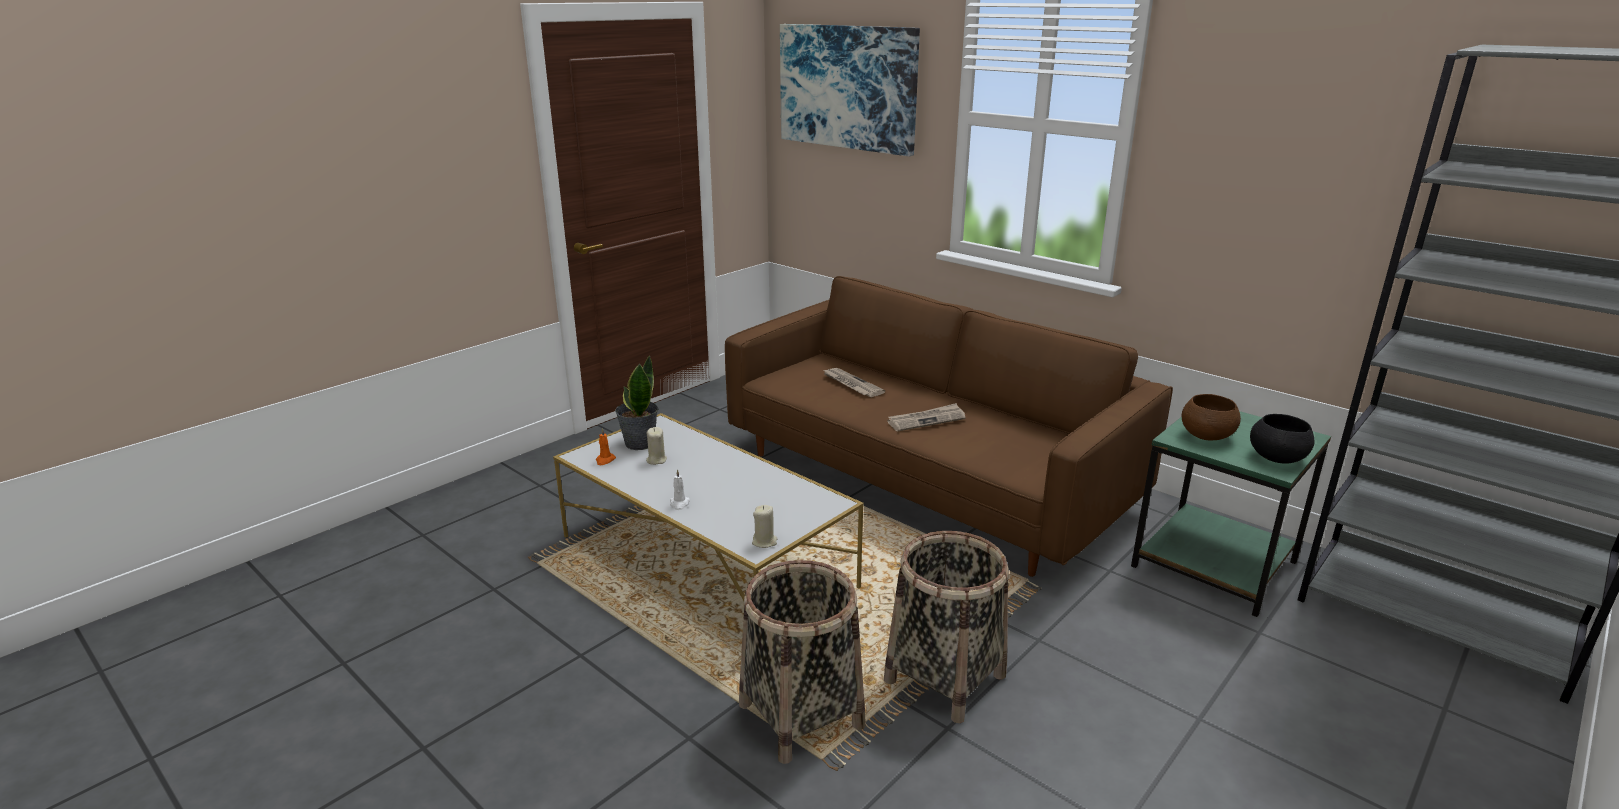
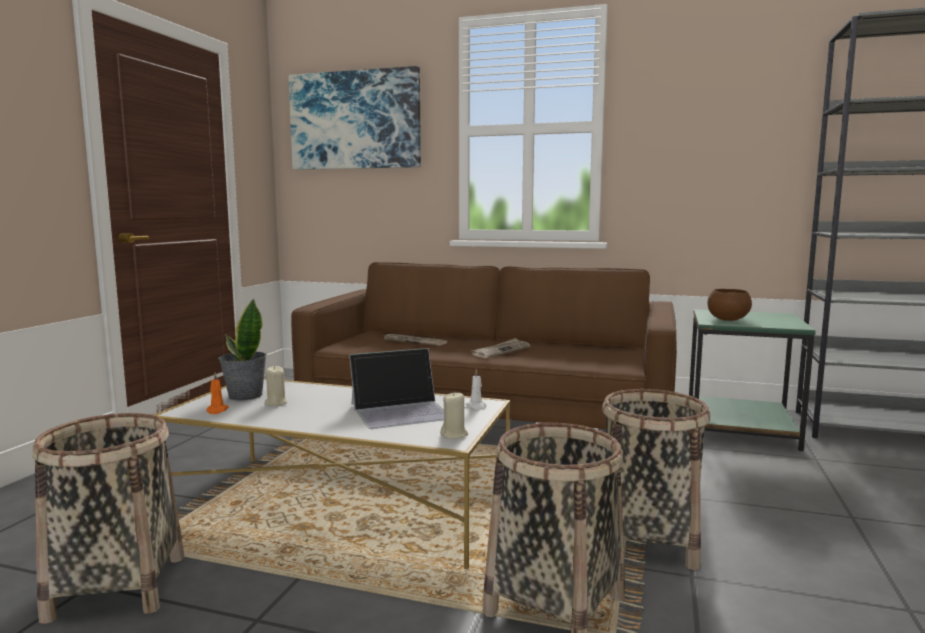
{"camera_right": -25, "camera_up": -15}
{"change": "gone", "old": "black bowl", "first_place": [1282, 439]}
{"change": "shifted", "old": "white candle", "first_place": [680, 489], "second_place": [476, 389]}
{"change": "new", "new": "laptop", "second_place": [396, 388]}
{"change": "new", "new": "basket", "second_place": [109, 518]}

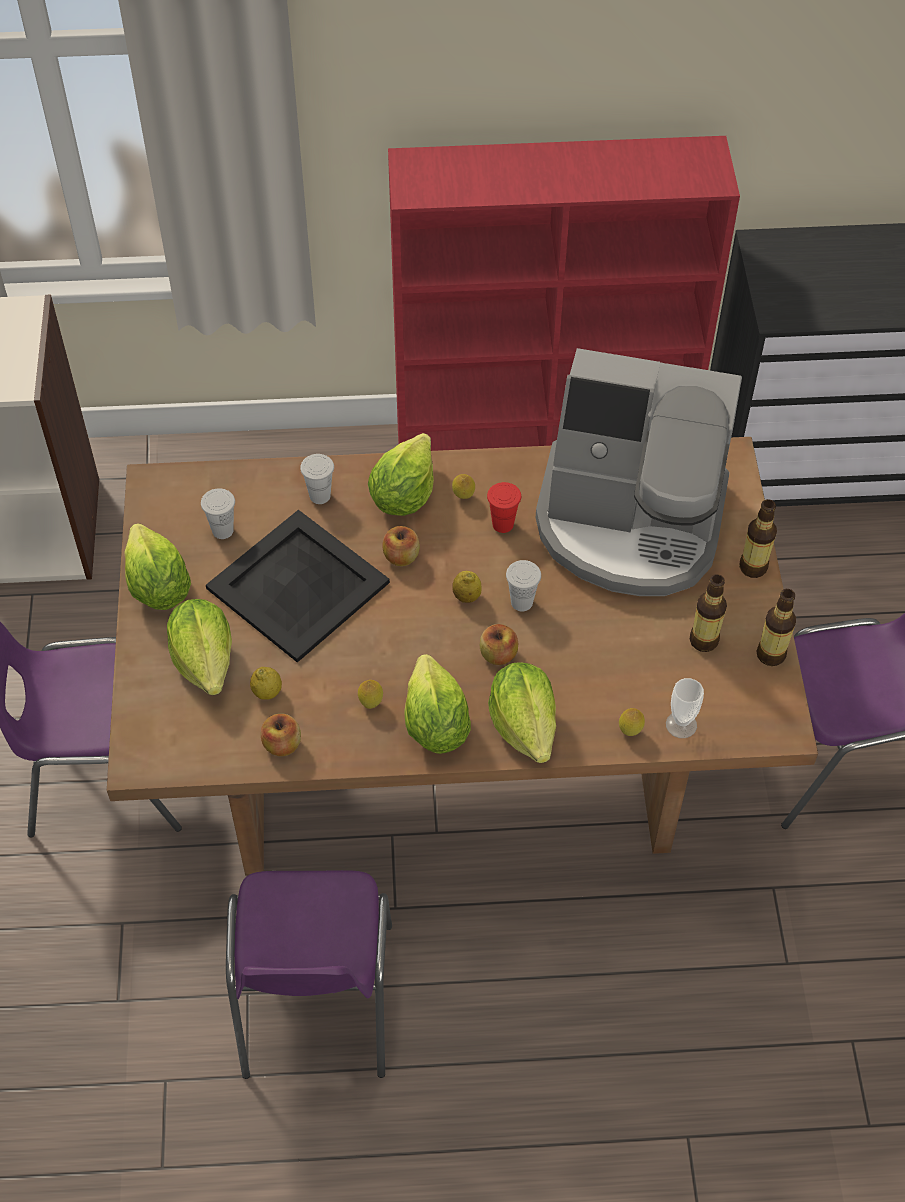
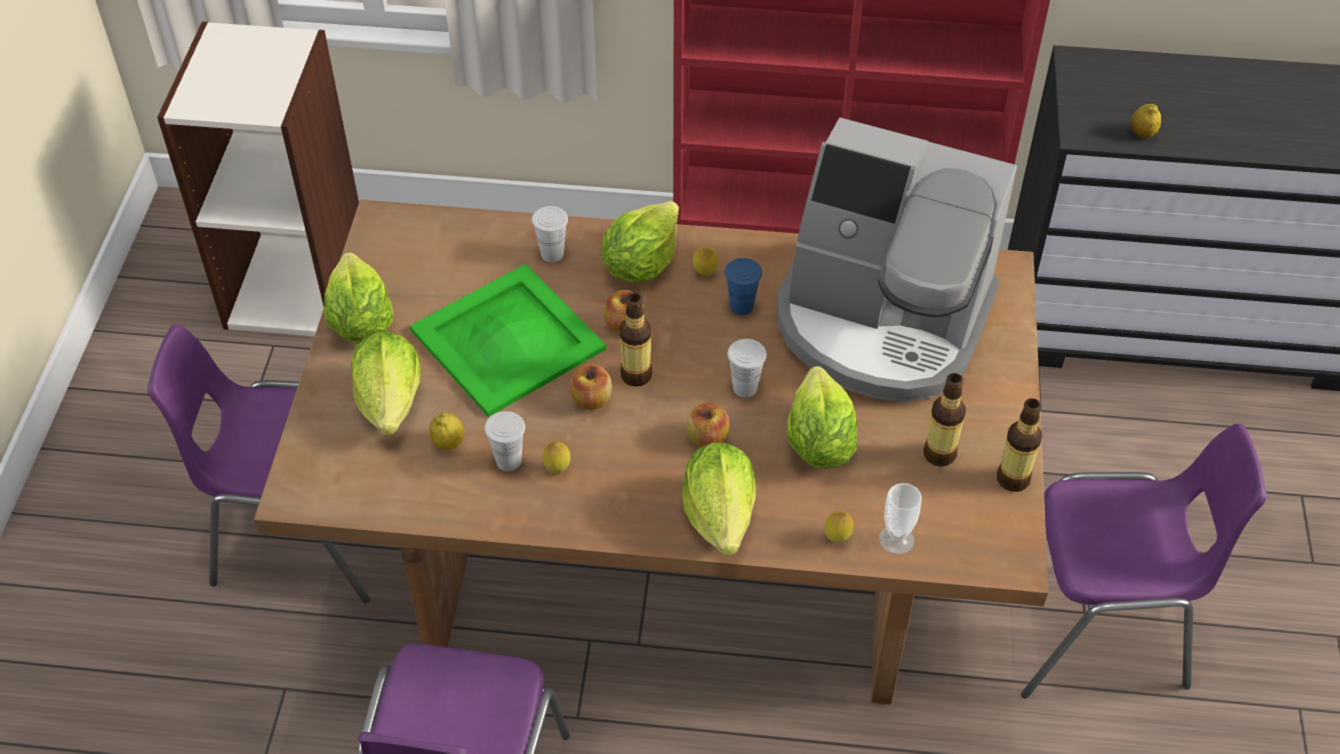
{"camera_right": 10, "camera_up": -5}
{"change": "repainted", "old": "red cup", "new": "blue cup", "first_place": [504, 507], "second_place": [743, 286]}
{"change": "shifted", "old": "white cup", "first_place": [218, 513], "second_place": [504, 441]}
{"change": "shifted", "old": "bottle", "first_place": [758, 538], "second_place": [635, 340]}
{"change": "repainted", "old": "black tray", "new": "green tray", "first_place": [298, 586], "second_place": [508, 340]}
{"change": "shifted", "old": "lemon", "first_place": [466, 587], "second_place": [1146, 121]}
{"change": "shifted", "old": "lettuce", "first_place": [437, 704], "second_place": [822, 417]}
{"change": "shifted", "old": "apple", "first_place": [281, 735], "second_place": [591, 387]}

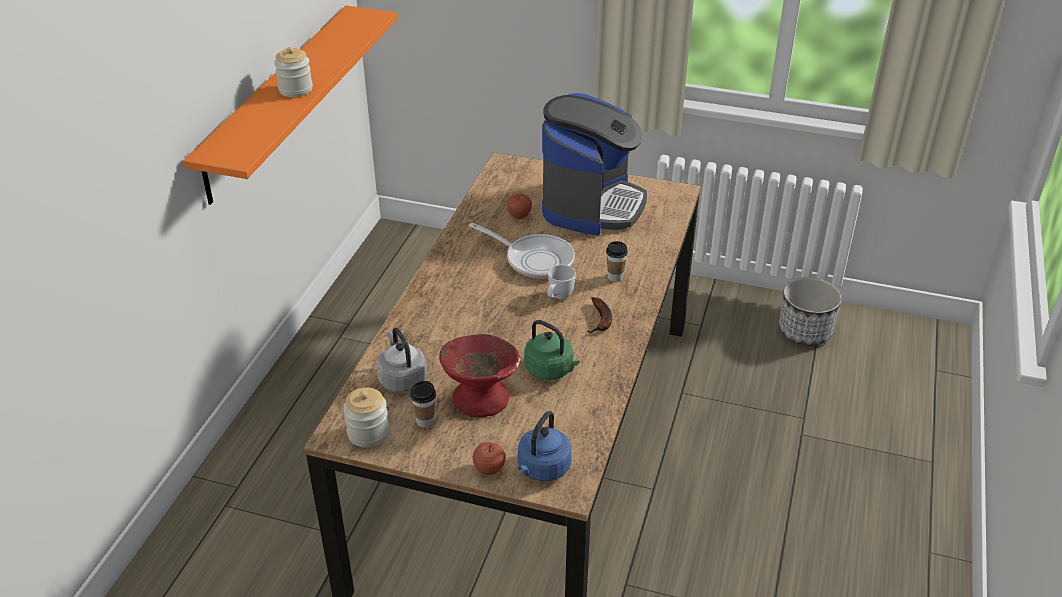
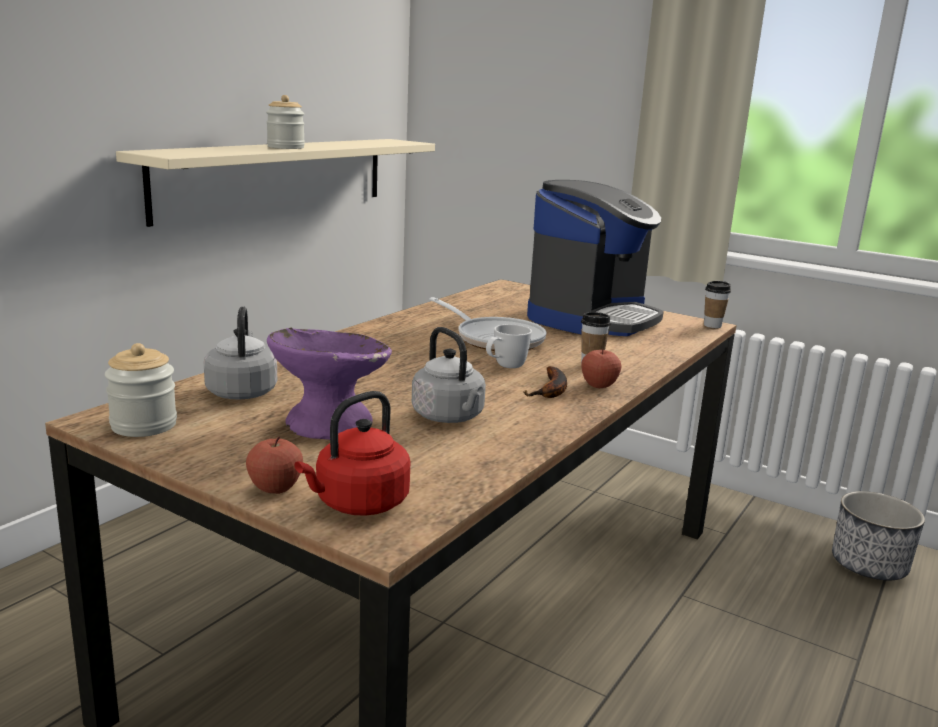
{"camera_right": 15, "camera_up": -20}
{"change": "repainted", "old": "orange shelf", "new": "beige shelf", "first_place": [290, 105], "second_place": [275, 183]}
{"change": "shifted", "old": "apple", "first_place": [519, 206], "second_place": [601, 368]}
{"change": "repainted", "old": "green kettle", "new": "grey kettle", "first_place": [552, 350], "second_place": [449, 375]}
{"change": "repainted", "old": "red bowl", "new": "purple bowl", "first_place": [479, 376], "second_place": [329, 383]}
{"change": "shifted", "old": "cup", "first_place": [423, 404], "second_place": [717, 304]}
{"change": "repainted", "old": "blue kettle", "new": "red kettle", "first_place": [545, 446], "second_place": [353, 453]}

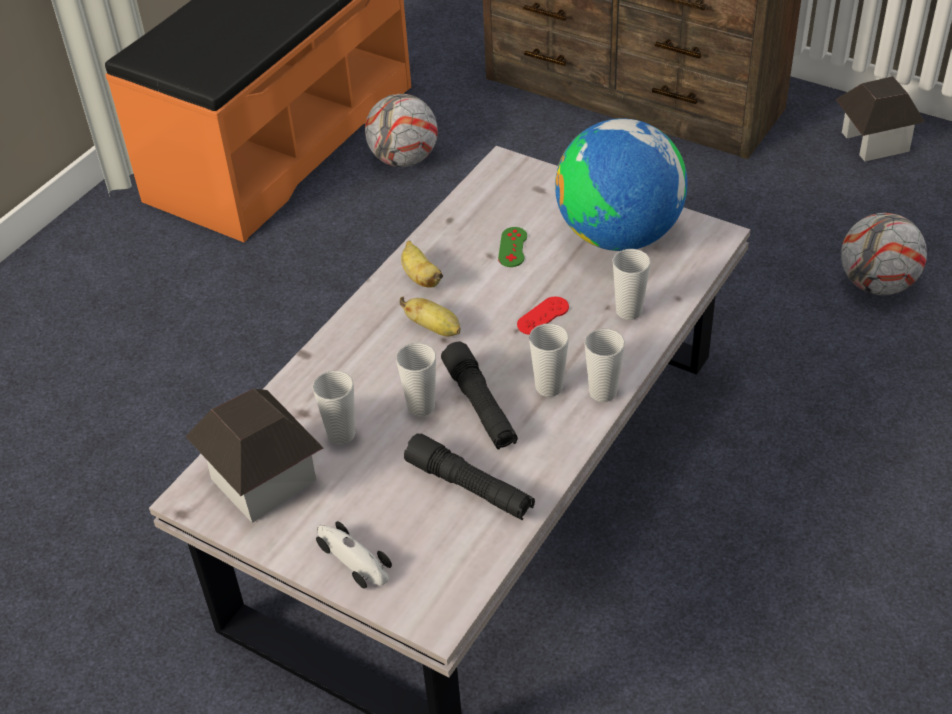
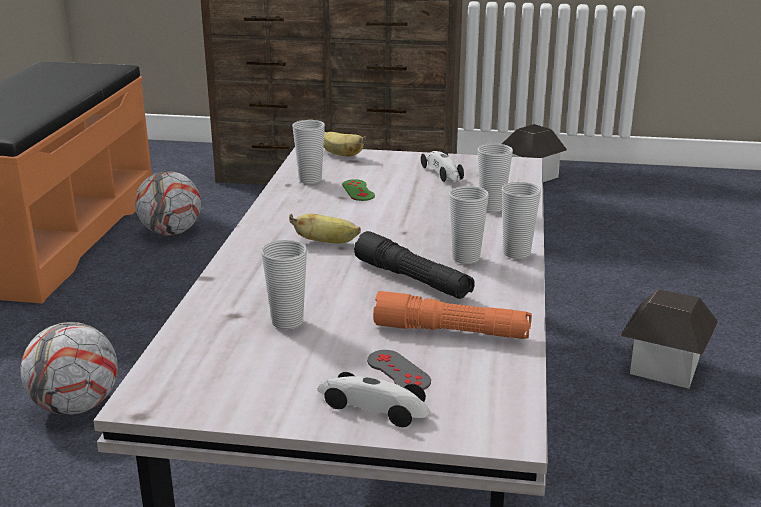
{"camera_right": -25, "camera_up": -20}
{"change": "swapped", "old": "globe", "new": "toy car", "first_place": [621, 184], "second_place": [442, 166]}
{"change": "shifted", "old": "football", "first_place": [884, 254], "second_place": [69, 368]}
{"change": "shifted", "old": "banana", "first_place": [422, 264], "second_place": [345, 144]}
{"change": "gone", "old": "red game controller", "first_place": [543, 316]}
{"change": "shifted", "old": "cup", "first_place": [416, 379], "second_place": [308, 152]}
{"change": "shifted", "old": "toy house", "first_place": [254, 455], "second_place": [669, 339]}
{"change": "repainted", "old": "black flashlight", "new": "orange flashlight", "first_place": [469, 476], "second_place": [452, 315]}
{"change": "new", "new": "grey game controller", "second_place": [399, 370]}

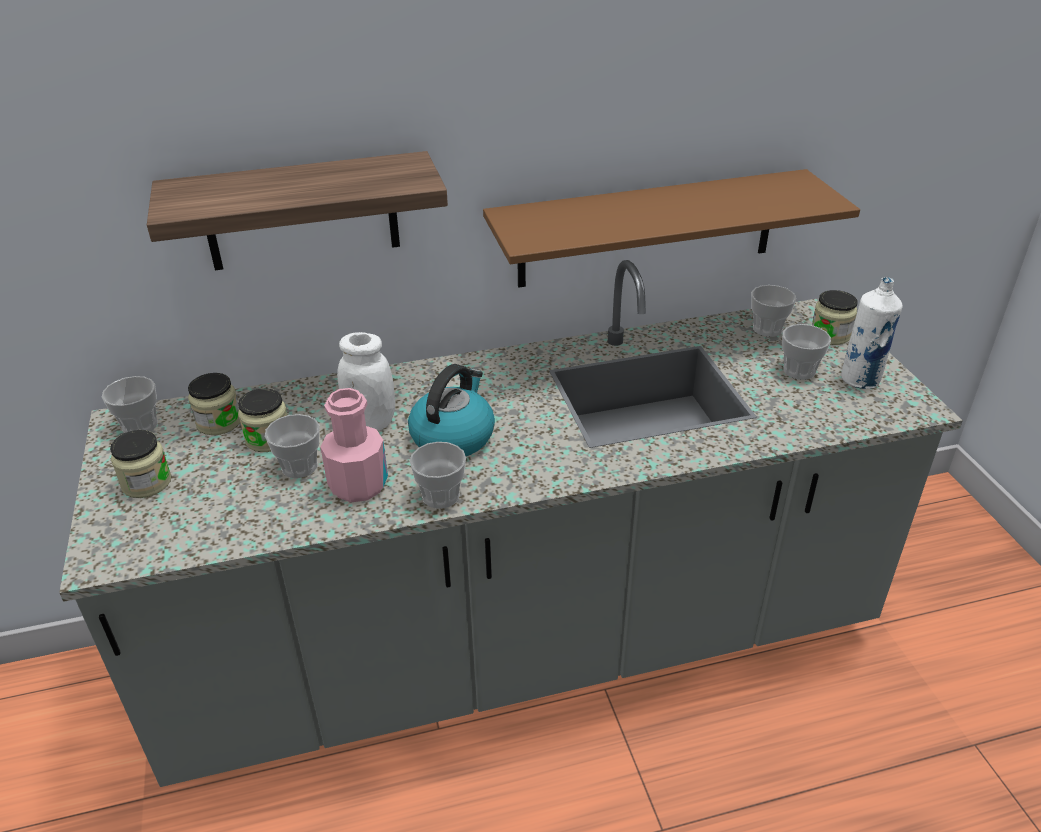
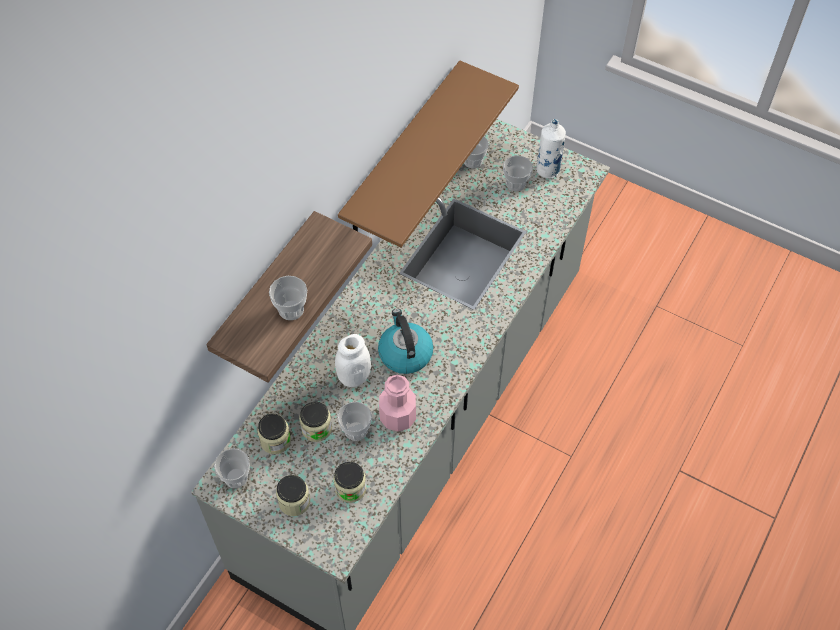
{"camera_right": -45, "camera_up": 20}
{"change": "shifted", "old": "jar", "first_place": [835, 317], "second_place": [349, 482]}
{"change": "shifted", "old": "cup", "first_place": [438, 475], "second_place": [288, 298]}

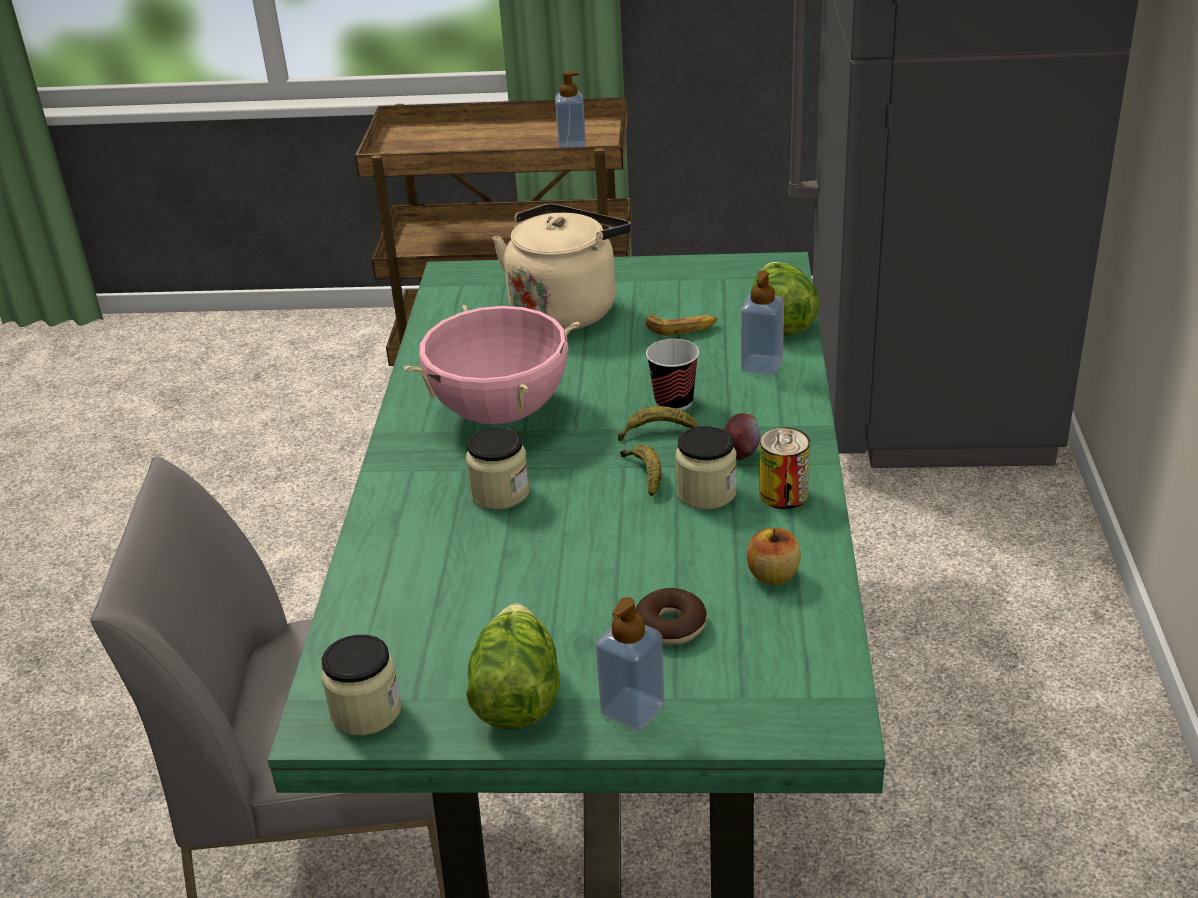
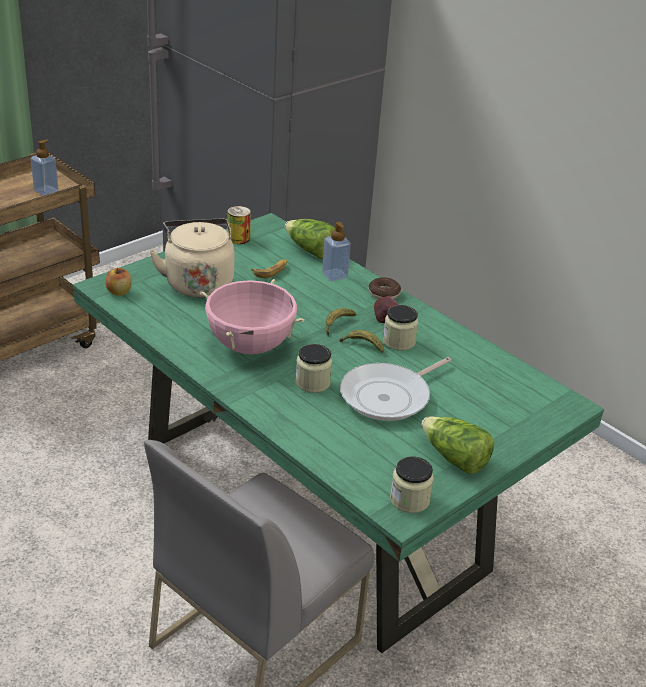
{"camera_right": -50, "camera_up": 0}
{"change": "gone", "old": "cup", "first_place": [672, 374]}
{"change": "shifted", "old": "can", "first_place": [784, 468], "second_place": [239, 225]}
{"change": "shifted", "old": "apple", "first_place": [774, 556], "second_place": [119, 282]}
{"change": "shifted", "old": "donut", "first_place": [671, 616], "second_place": [384, 288]}
{"change": "gone", "old": "soap dispenser", "first_place": [630, 664]}
{"change": "new", "new": "frying pan", "second_place": [396, 389]}

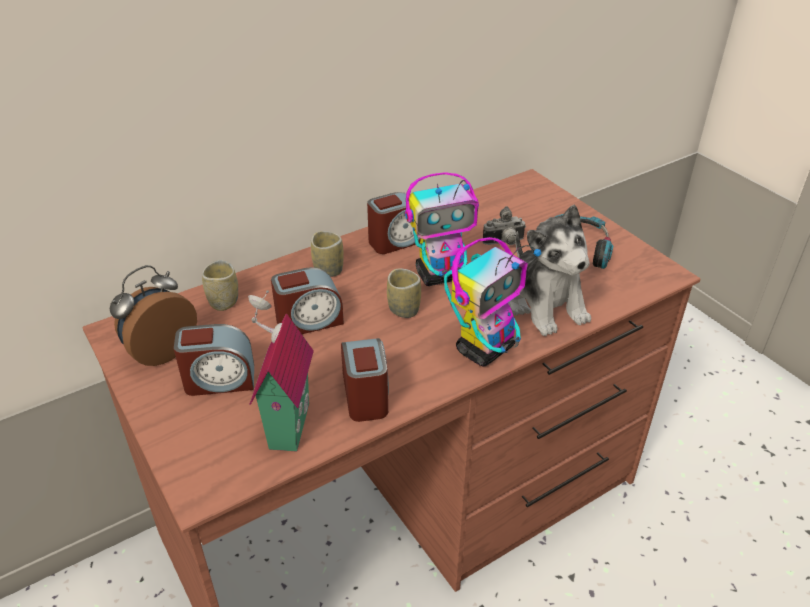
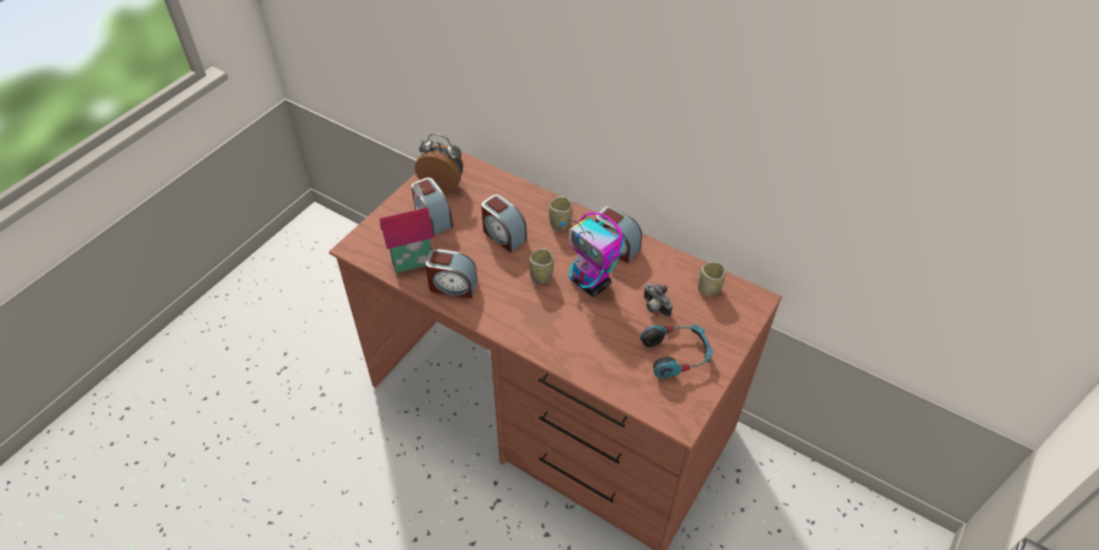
{"camera_right": 65, "camera_up": 10}
{"change": "gone", "old": "plush toy", "first_place": [549, 270]}
{"change": "gone", "old": "toy robot", "first_place": [492, 302]}
{"change": "shifted", "old": "cup", "first_place": [220, 285], "second_place": [712, 279]}
{"change": "rotated", "old": "alarm clock", "first_place": [365, 380], "second_place": [451, 273], "degrees": 45}

